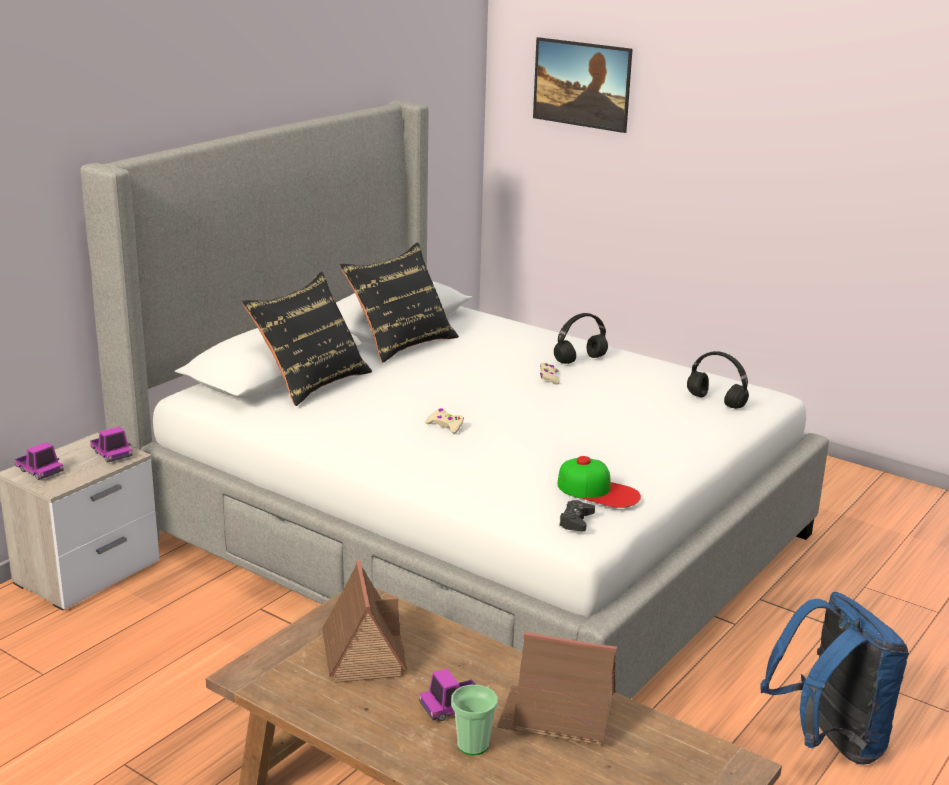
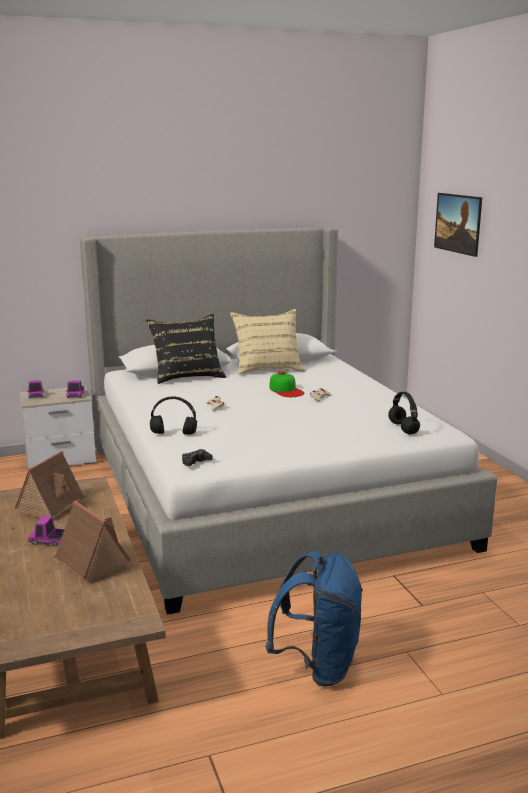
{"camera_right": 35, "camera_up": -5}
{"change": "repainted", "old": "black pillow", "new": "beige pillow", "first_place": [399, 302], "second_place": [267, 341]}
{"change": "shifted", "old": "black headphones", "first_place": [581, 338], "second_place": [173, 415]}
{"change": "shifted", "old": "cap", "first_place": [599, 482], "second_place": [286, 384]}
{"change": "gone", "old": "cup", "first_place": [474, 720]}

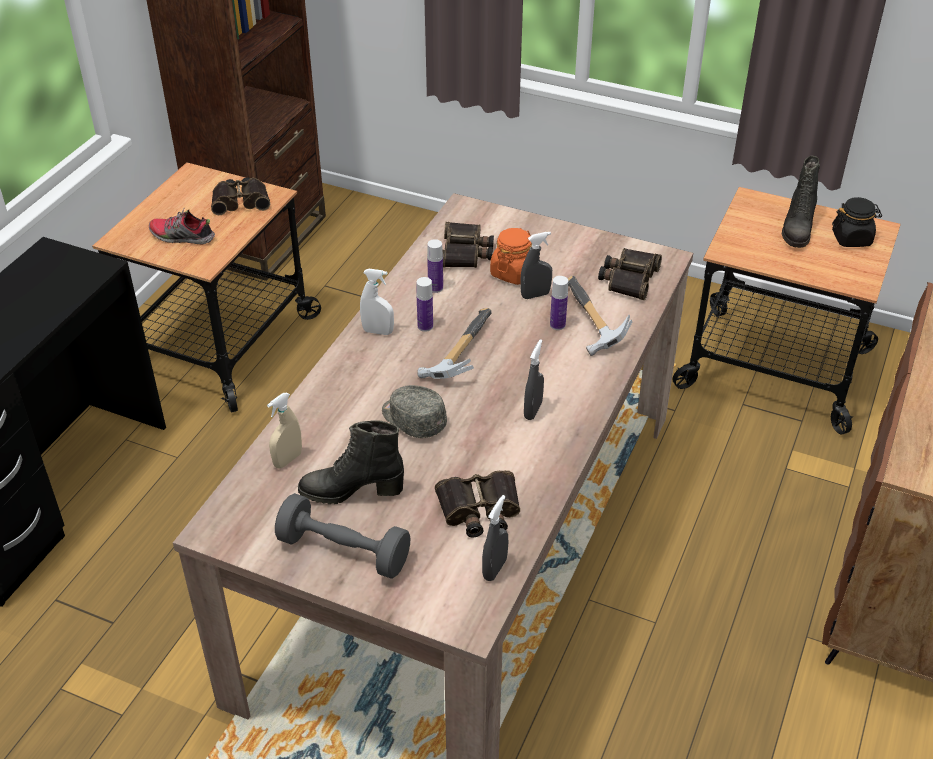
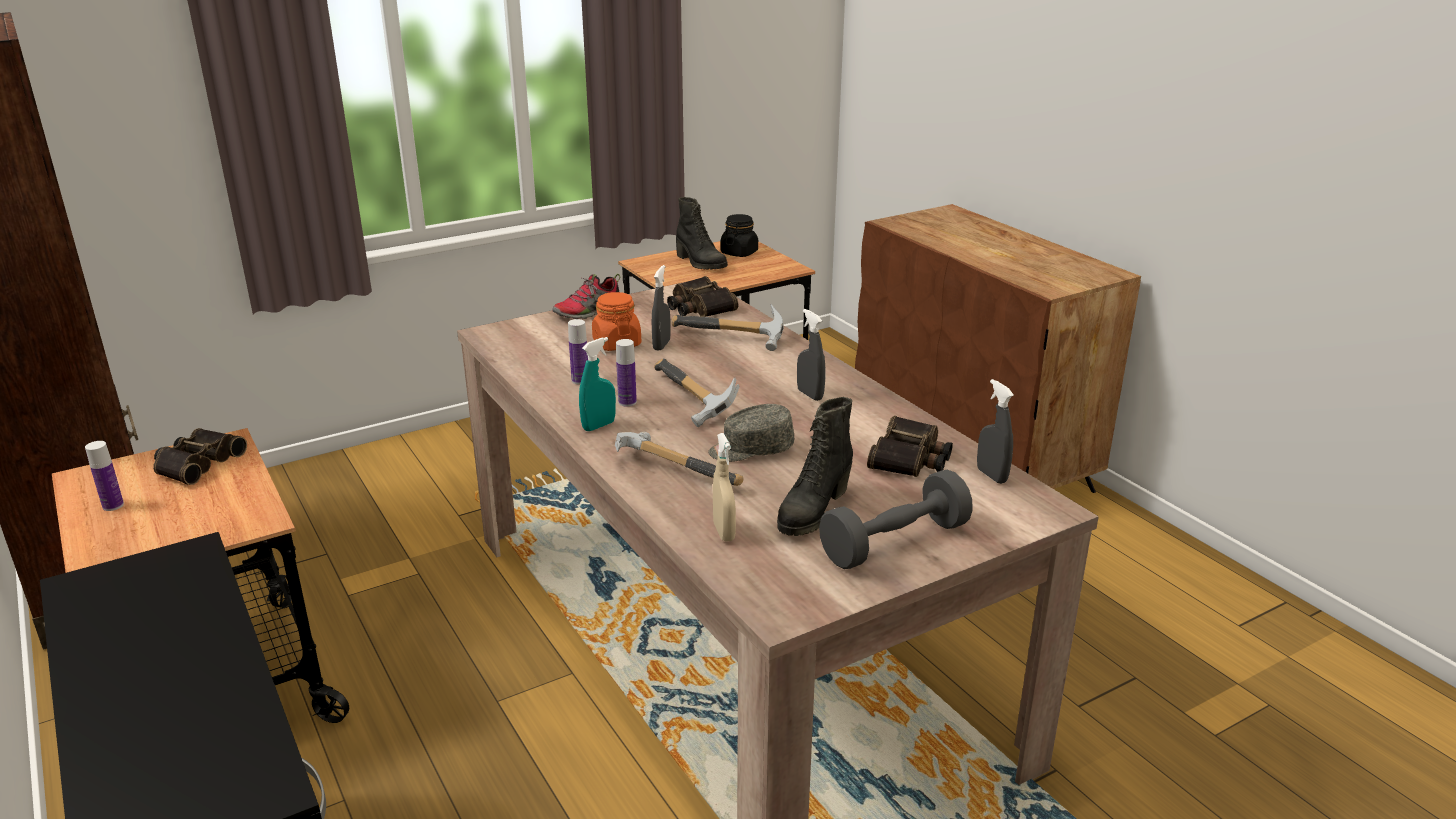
{"camera_right": -55, "camera_up": -15}
{"change": "shifted", "old": "shoe", "first_place": [182, 227], "second_place": [586, 296]}
{"change": "gone", "old": "binoculars", "first_place": [468, 245]}
{"change": "repainted", "old": "white spray bottle", "new": "turquoise spray bottle", "first_place": [377, 302], "second_place": [597, 384]}
{"change": "shifted", "old": "bottle", "first_place": [559, 303], "second_place": [104, 476]}
{"change": "new", "new": "hammer", "second_place": [679, 459]}

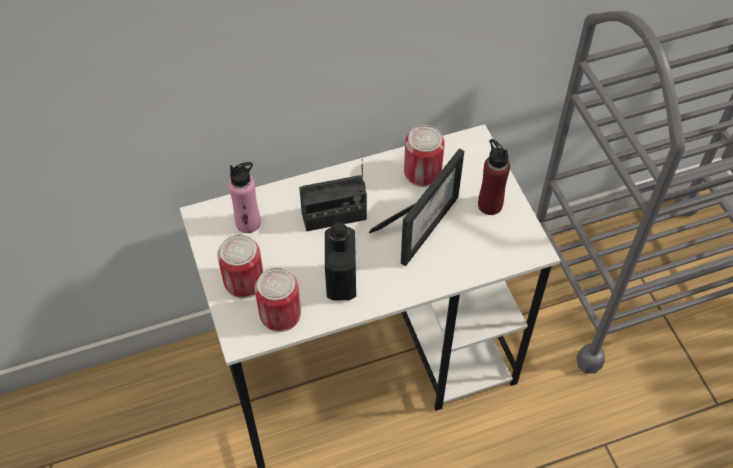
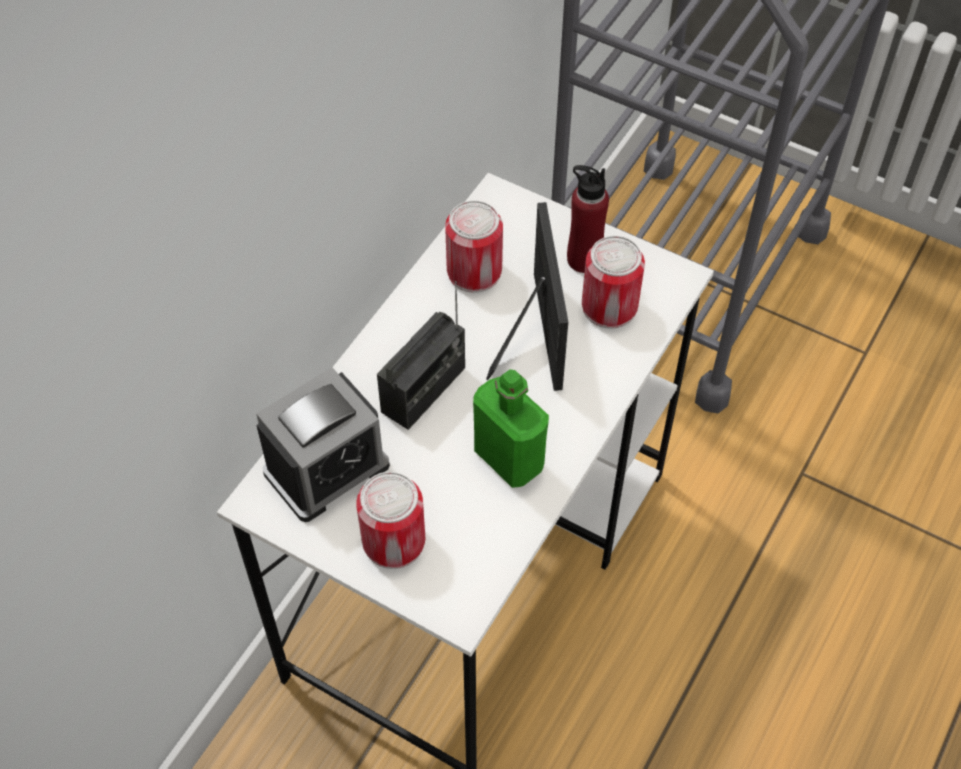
{"camera_right": -40, "camera_up": 0}
{"change": "swapped", "old": "pink bottle", "new": "alarm clock", "first_place": [244, 197], "second_place": [323, 444]}
{"change": "repainted", "old": "black bottle", "new": "green bottle", "first_place": [340, 261], "second_place": [511, 428]}
{"change": "shifted", "old": "can", "first_place": [278, 299], "second_place": [613, 282]}

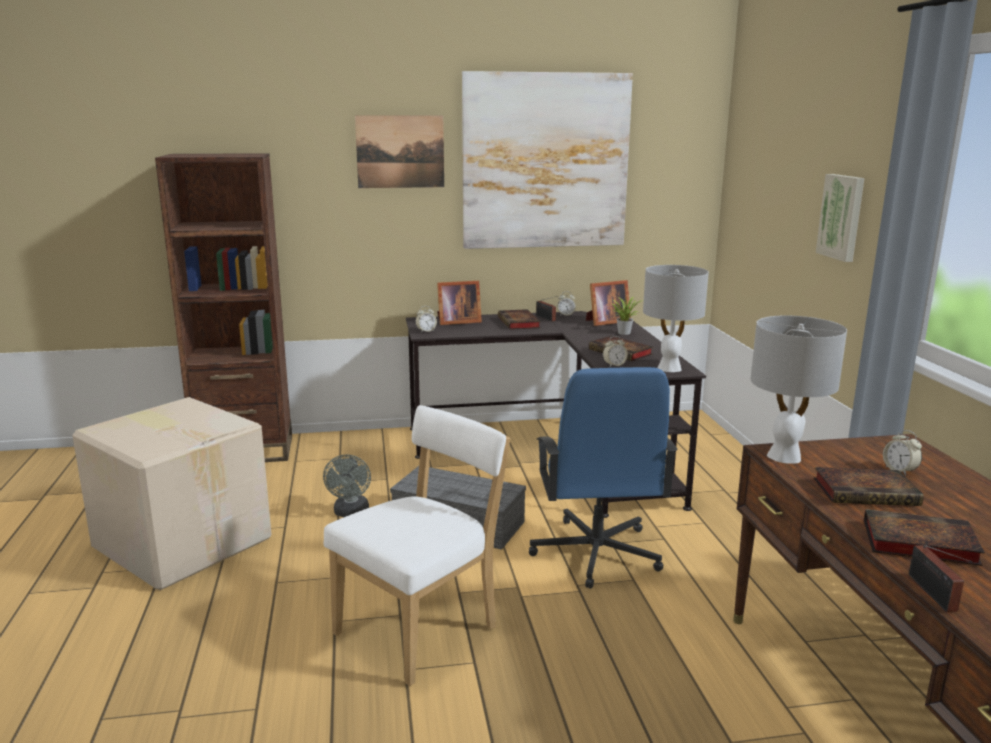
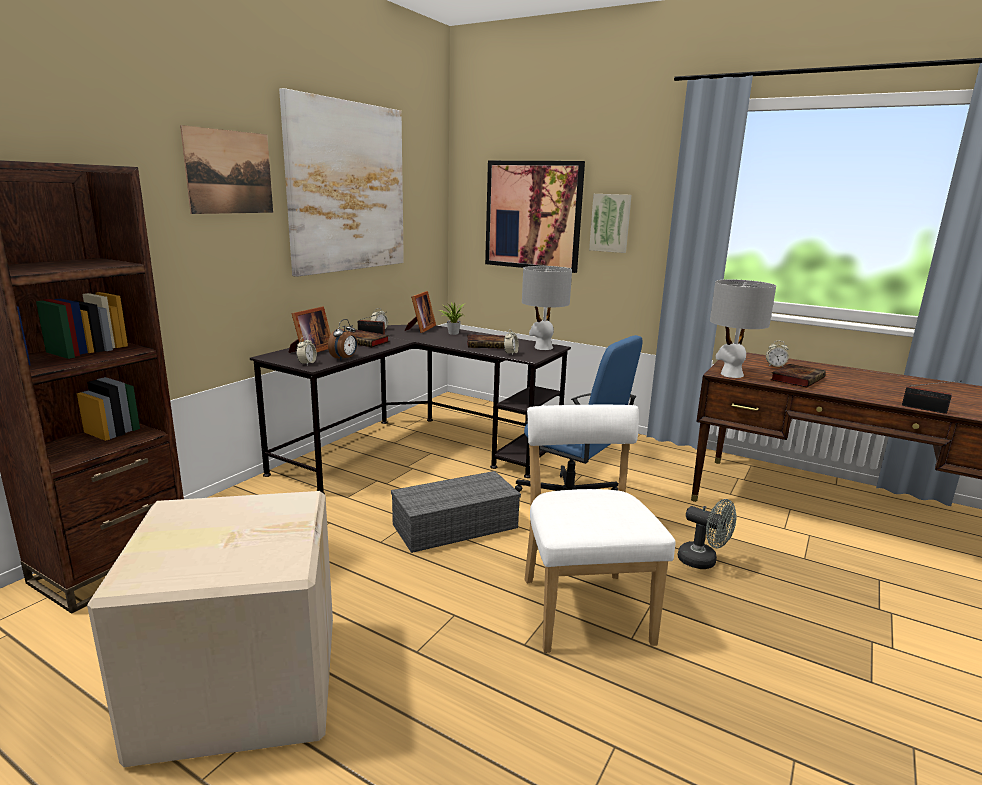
{"camera_right": -50, "camera_up": 0}
{"change": "shifted", "old": "grey fan", "first_place": [347, 485], "second_place": [707, 534]}
{"change": "gone", "old": "book", "first_place": [924, 537]}
{"change": "new", "new": "picture", "second_place": [535, 217]}
{"change": "new", "new": "alarm clock", "second_place": [342, 340]}

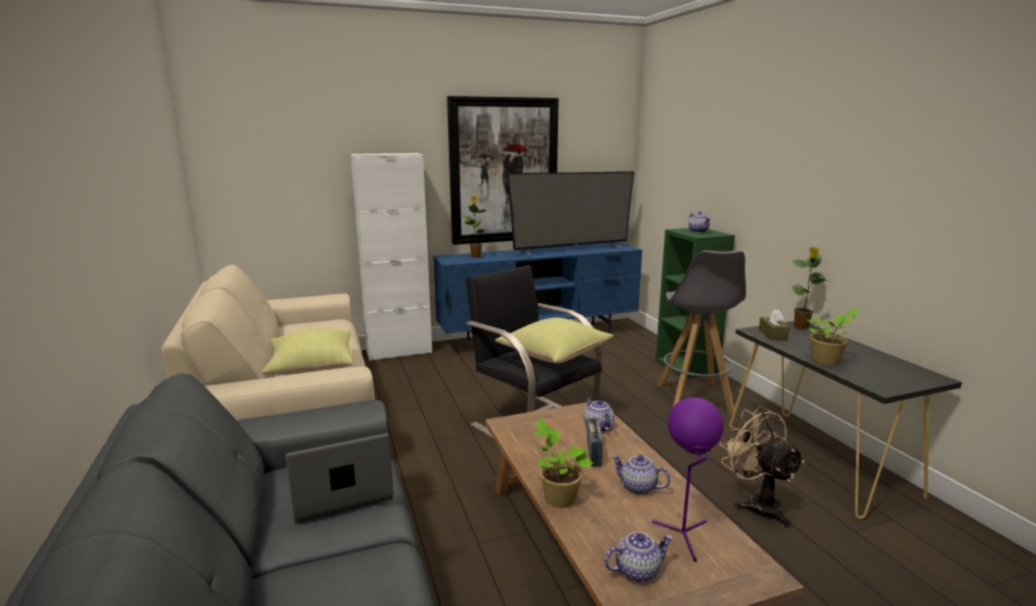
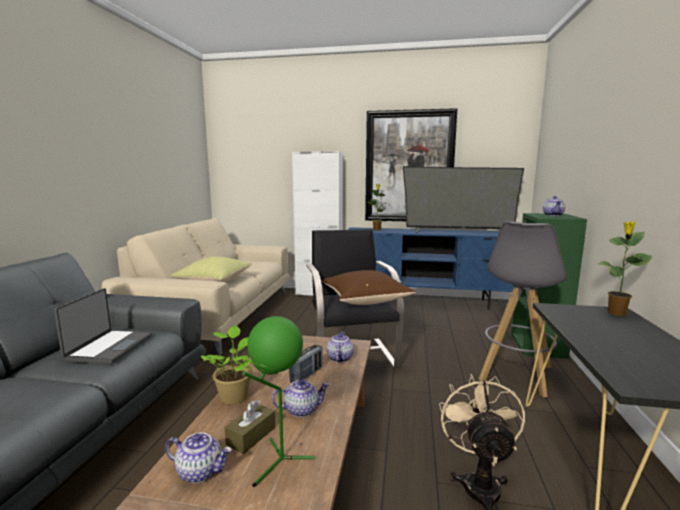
{"camera_right": 30, "camera_up": -5}
{"change": "shifted", "old": "brown tissue box", "first_place": [774, 324], "second_place": [250, 427]}
{"change": "gone", "old": "potted plant", "first_place": [832, 337]}
{"change": "repainted", "old": "yellow pillow", "new": "brown pillow", "first_place": [554, 340], "second_place": [369, 287]}
{"change": "repainted", "old": "purple table lamp", "new": "green table lamp", "first_place": [688, 479], "second_place": [278, 401]}
{"change": "rotated", "old": "laptop", "first_place": [340, 478], "second_place": [103, 326], "degrees": 90}
{"change": "rotated", "old": "teapot", "first_place": [640, 475], "second_place": [301, 398], "degrees": 105}

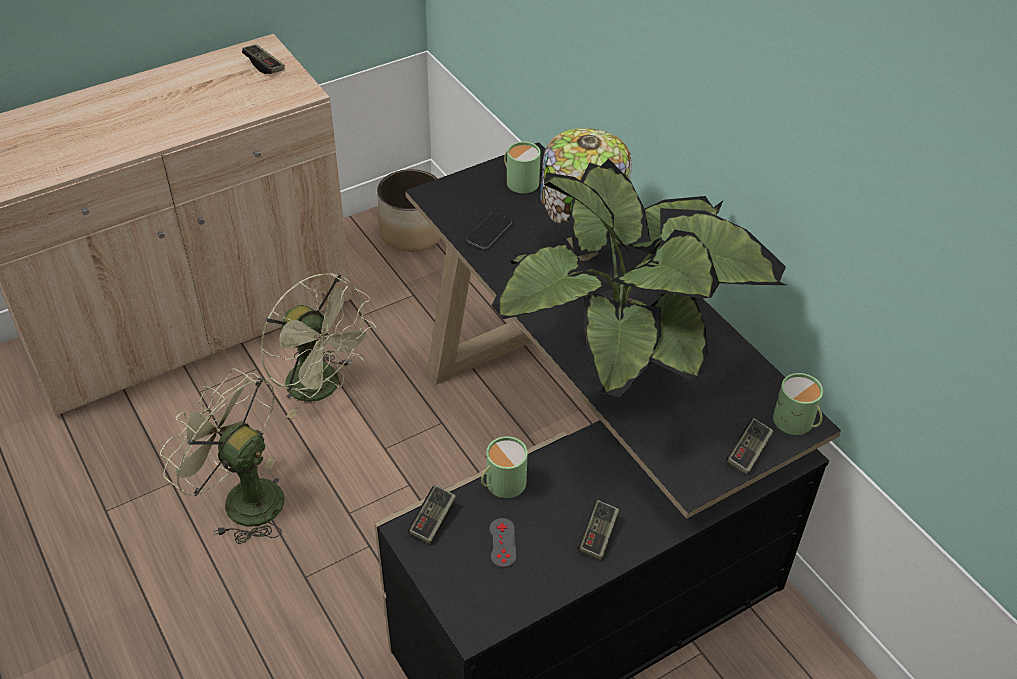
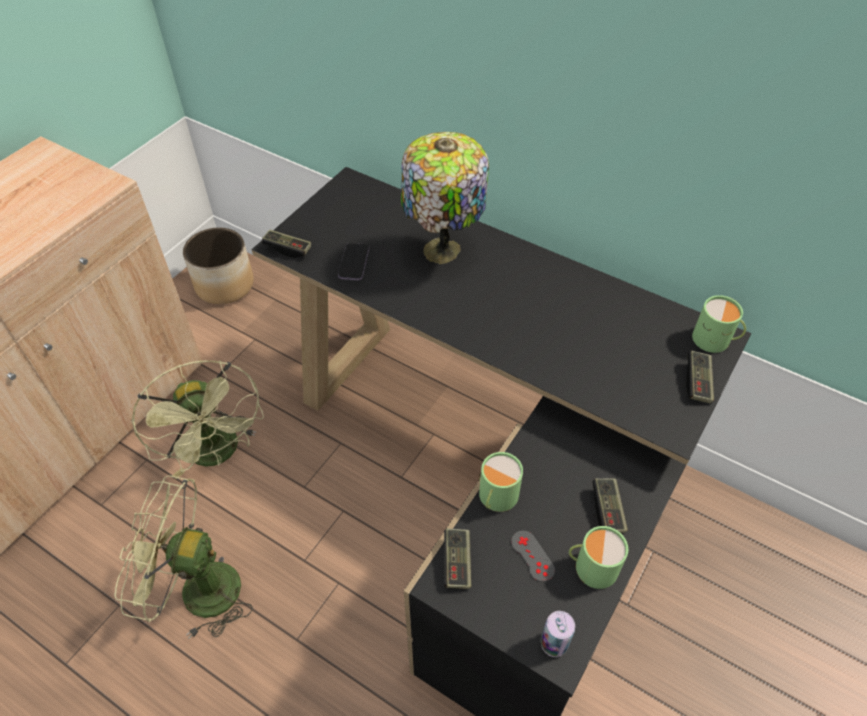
{"camera_right": -25, "camera_up": 5}
{"change": "shifted", "old": "game controller", "first_place": [263, 59], "second_place": [286, 243]}
{"change": "shifted", "old": "green mug", "first_place": [522, 167], "second_place": [598, 557]}
{"change": "gone", "old": "potted plant", "first_place": [638, 278]}
{"change": "rotated", "old": "green fan", "first_place": [318, 346], "second_place": [198, 420], "degrees": 45}
{"change": "new", "new": "can", "second_place": [558, 634]}

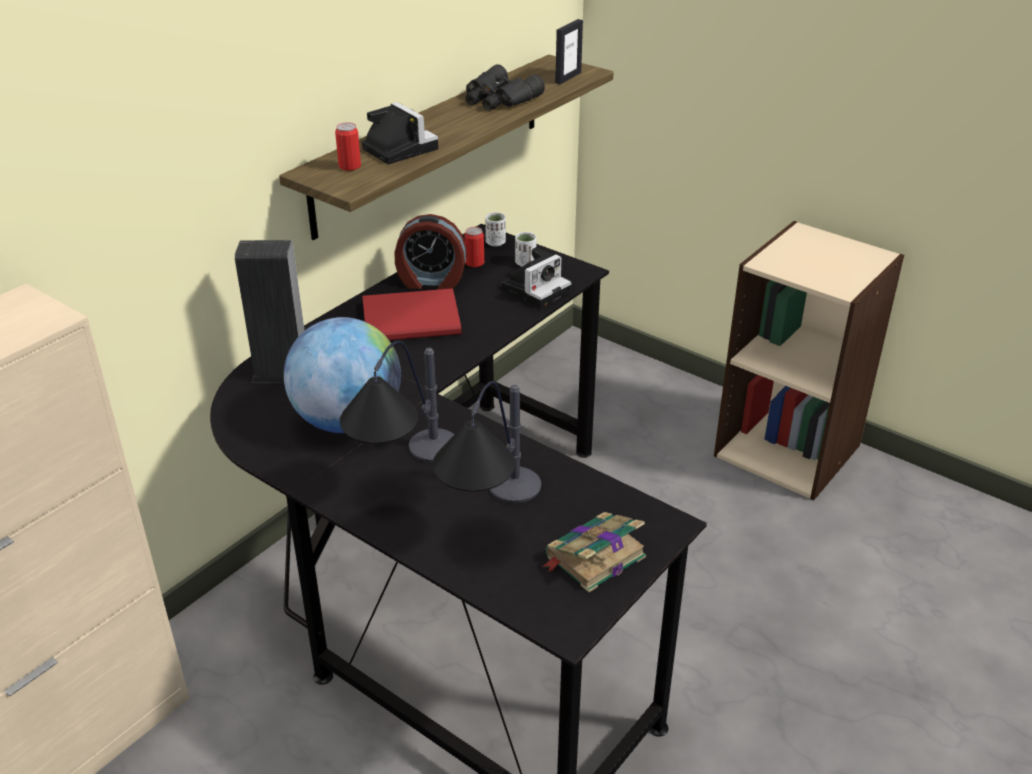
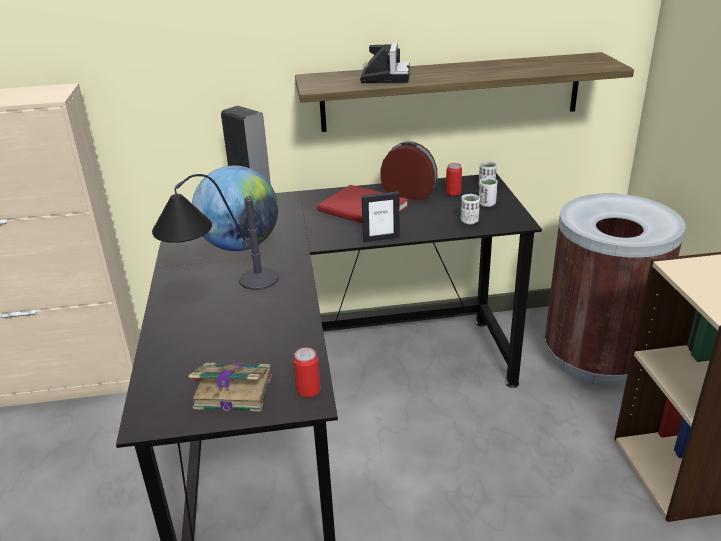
{"camera_right": 45, "camera_up": -5}
{"change": "shifted", "old": "picture frame", "first_place": [569, 51], "second_place": [380, 217]}
{"change": "gone", "old": "black binoculars", "first_place": [505, 87]}
{"change": "shifted", "old": "can", "first_place": [348, 146], "second_place": [307, 373]}
{"change": "rotated", "old": "alarm clock", "first_place": [431, 252], "second_place": [409, 170], "degrees": 150}
{"change": "swapped", "old": "photo camera", "new": "white cup", "first_place": [536, 278], "second_place": [470, 209]}
{"change": "gone", "old": "table lamp", "first_place": [487, 442]}
{"change": "new", "new": "brown trash can", "second_place": [615, 290]}

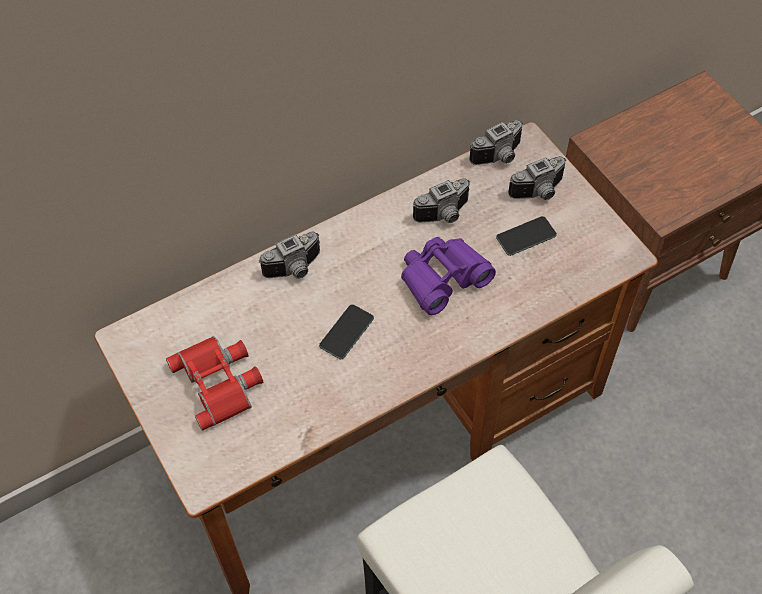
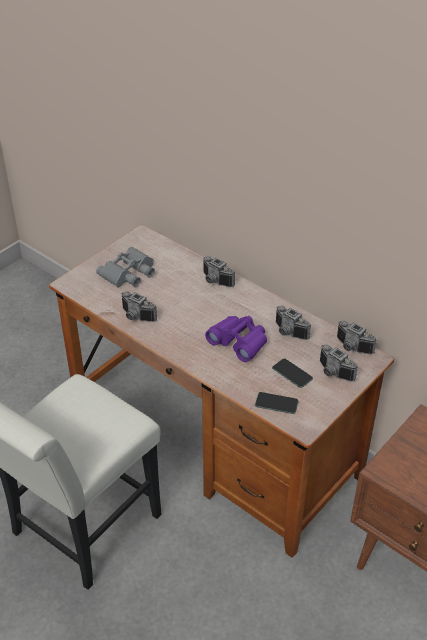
{"camera_right": 70, "camera_up": -15}
{"change": "shifted", "old": "phone", "first_place": [346, 331], "second_place": [276, 403]}
{"change": "repainted", "old": "red binoculars", "new": "grey binoculars", "first_place": [214, 383], "second_place": [125, 267]}
{"change": "new", "new": "photo camera", "second_place": [139, 306]}

